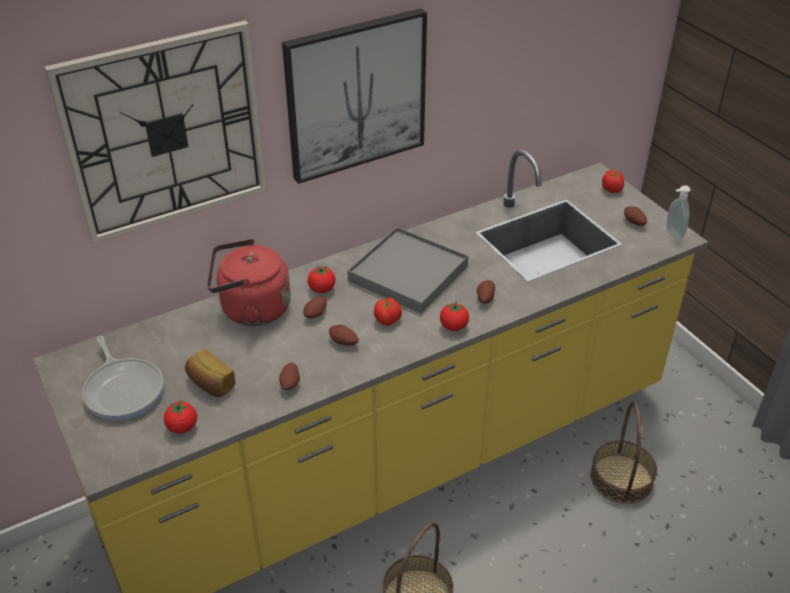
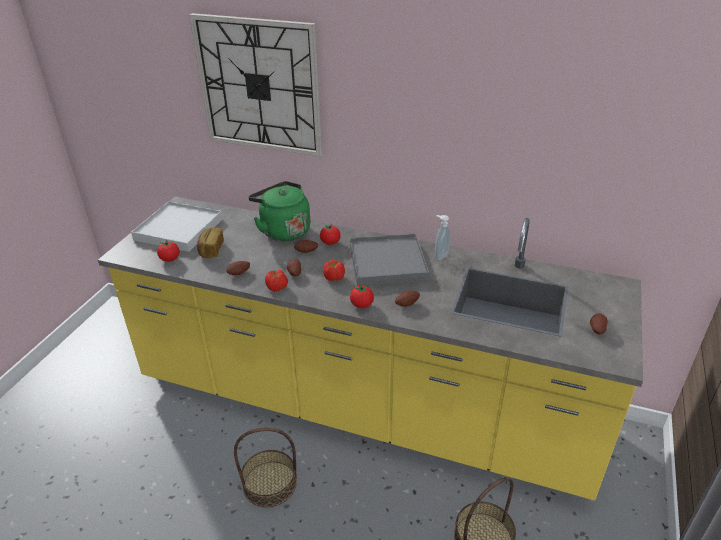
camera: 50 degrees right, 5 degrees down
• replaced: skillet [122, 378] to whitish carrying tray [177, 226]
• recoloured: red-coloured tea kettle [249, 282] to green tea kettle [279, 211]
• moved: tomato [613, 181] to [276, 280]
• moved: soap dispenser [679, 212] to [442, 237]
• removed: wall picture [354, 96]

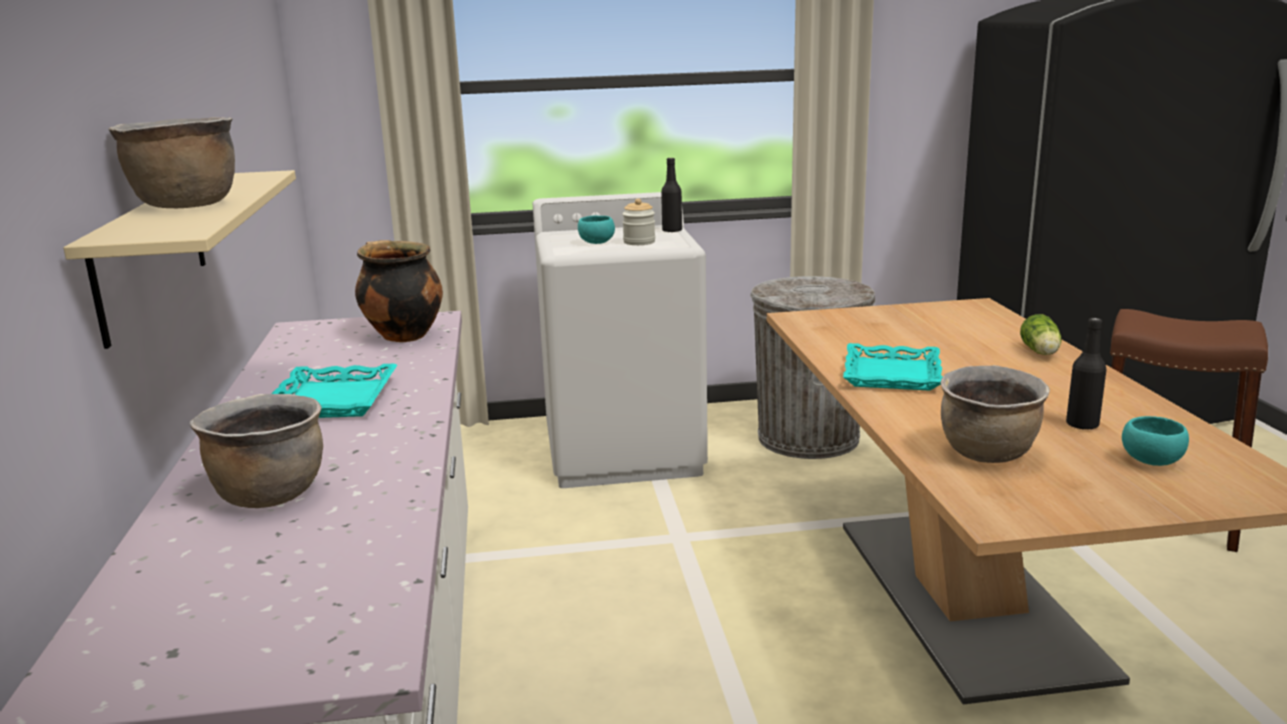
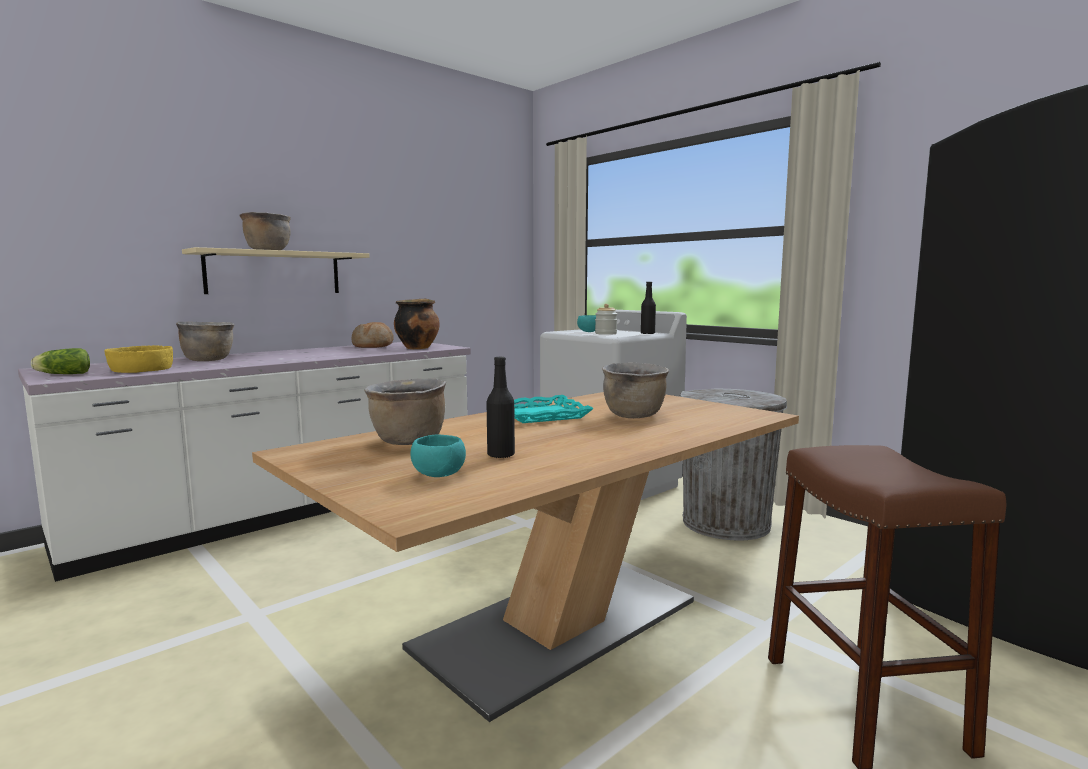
camera: 55 degrees right, 10 degrees down
• moved: head of lettuce [1040, 334] to [60, 361]
• added: yellow-coloured bowl [139, 359]
• added: baked bread [373, 335]
• added: brown-coloured stockpot [635, 390]
• removed: blue-green carrying tray [334, 391]

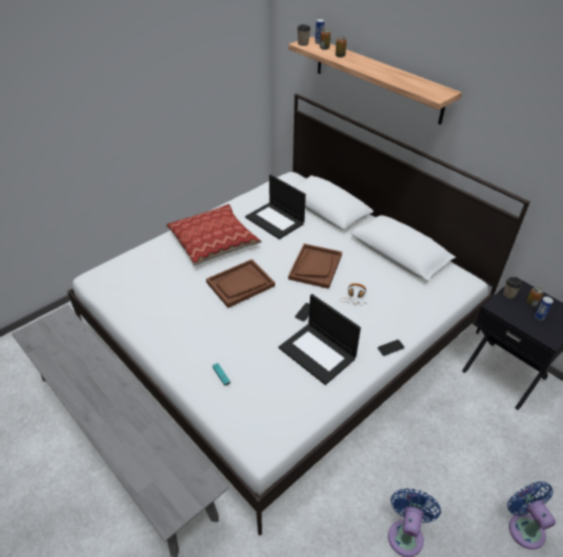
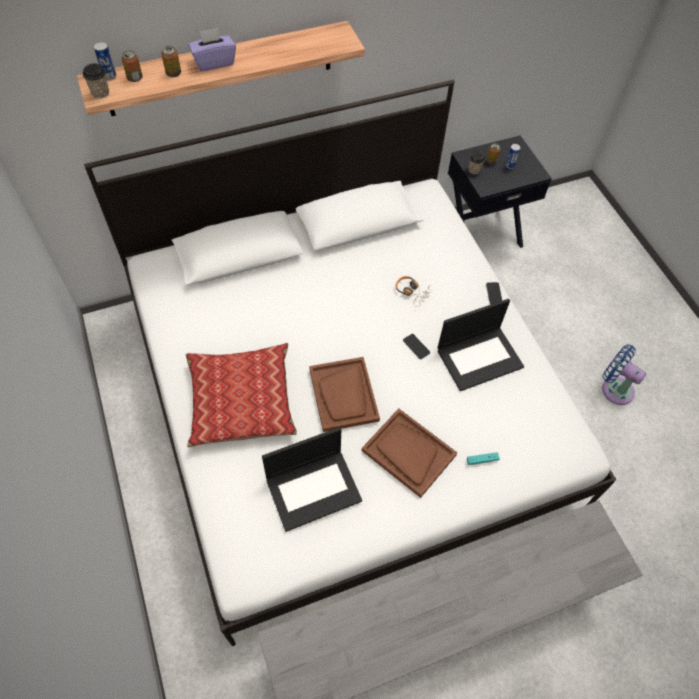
camera: 70 degrees left, 15 degrees up
• added: purplish tissue holder [212, 49]
• moved: portable computer [275, 206] to [312, 479]
• moved: brown-coloured carrying tray [315, 266] to [409, 453]
• removed: blue electric fan [531, 515]

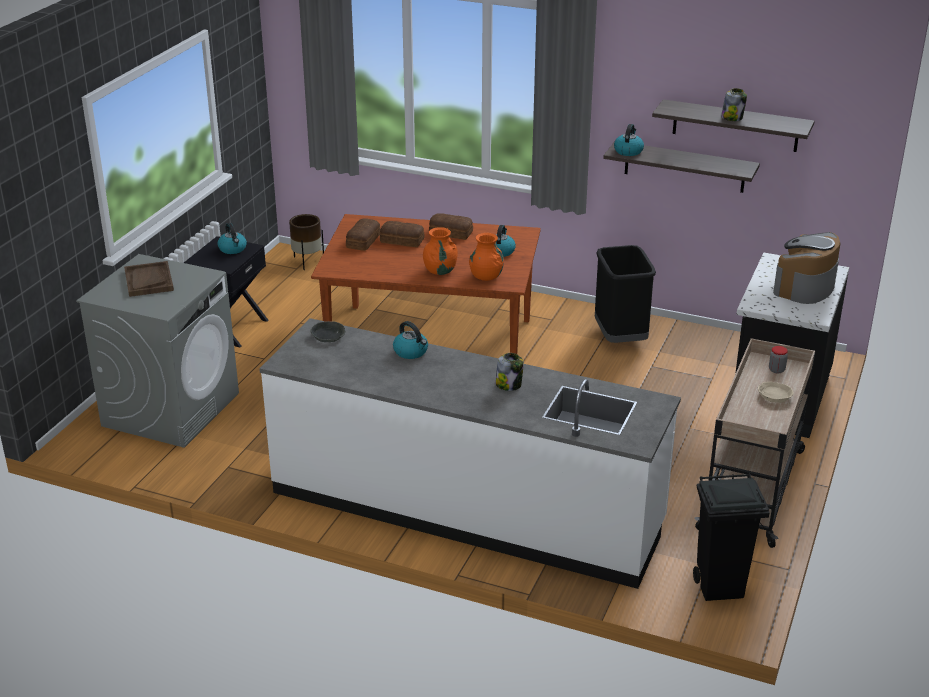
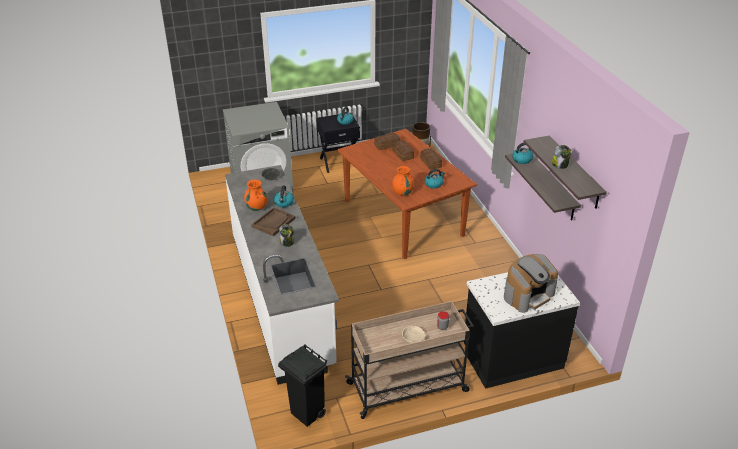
camera: 50 degrees right, 5 degrees up
• moved: orange vase [440, 251] to [256, 195]
• moved: brown-coloured carrying tray [149, 279] to [273, 221]
• turned: coffee machine [806, 268] = [531, 283] 150 degrees clockwise
• removed: black waste bin [625, 294]

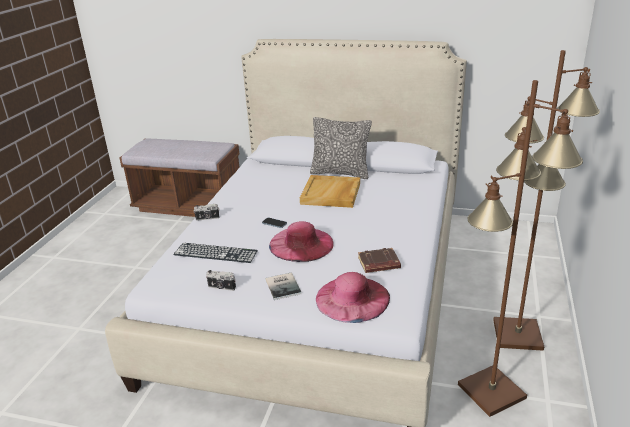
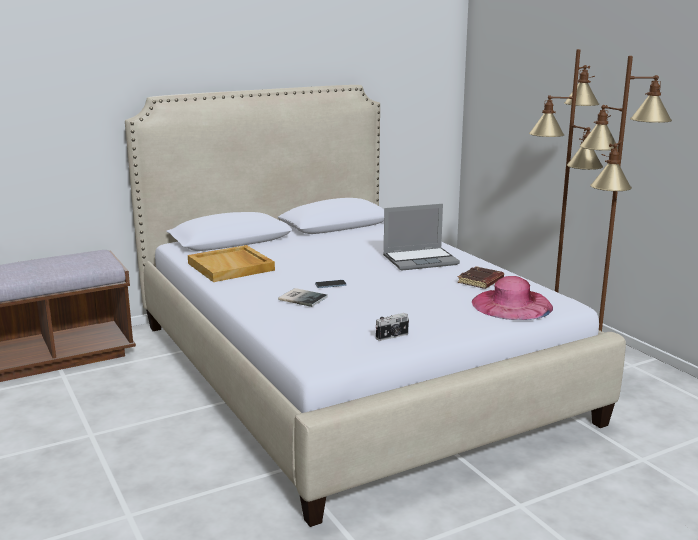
camera: 45 degrees left, 10 degrees down
• moved: sand-coloured carrying tray [330, 191] to [231, 263]
• moved: book [284, 286] to [303, 297]
• added: portable computer [421, 237]
• removed: computer keyboard [215, 253]
• removed: still camera [206, 212]
• removed: pinkish wearable hat [301, 241]
• removed: pillow [341, 148]

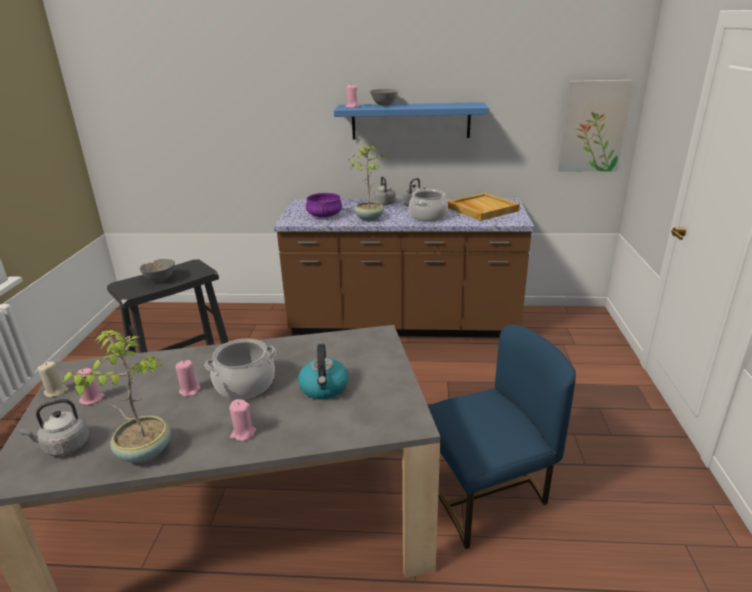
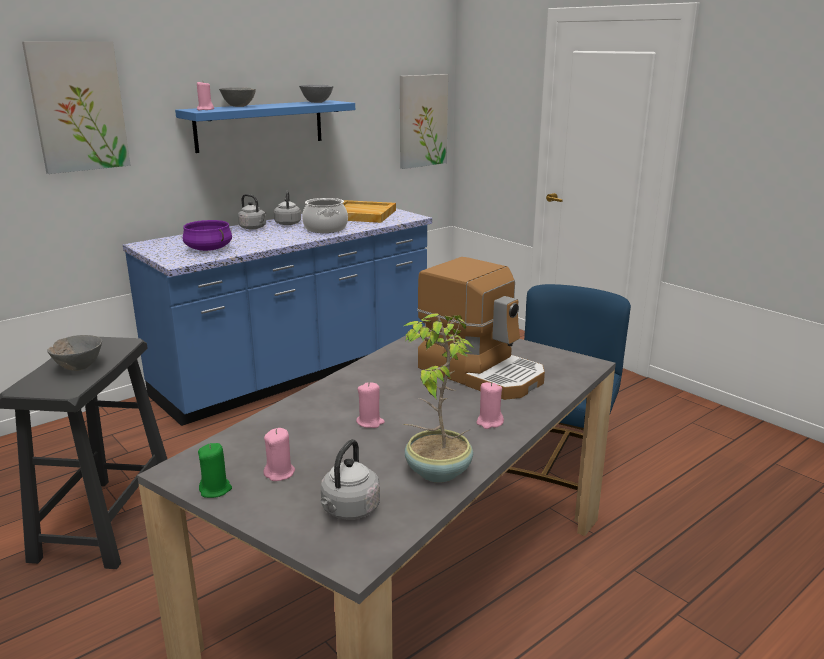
camera: 45 degrees left, 5 degrees down
• added: wall picture [76, 107]
• recoloured: brown-coloured kitchen counter [404, 268] to blue kitchen counter [277, 317]
• recoloured: sand-coloured candle [53, 379] to green candle [215, 470]
• added: gray bowl [316, 94]
• replaced: tea kettle [323, 372] to coffee machine [481, 328]
• removed: stockpot [240, 369]
• removed: plant in a pot [369, 183]

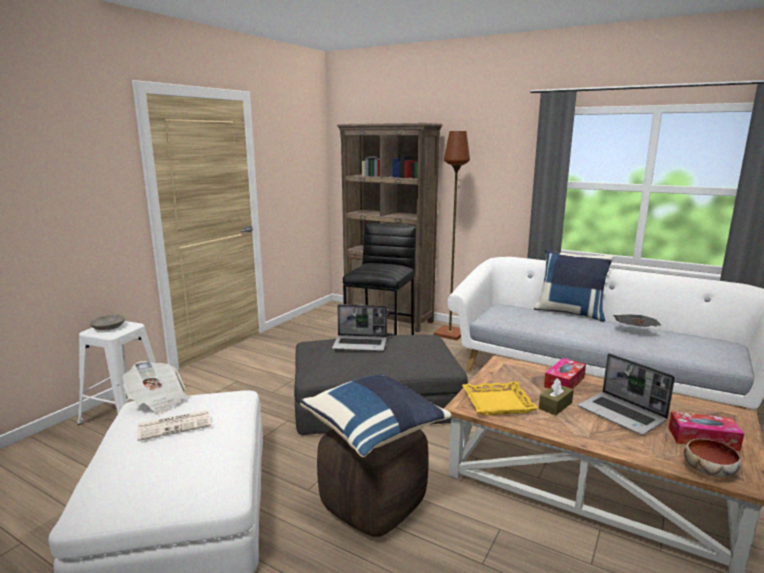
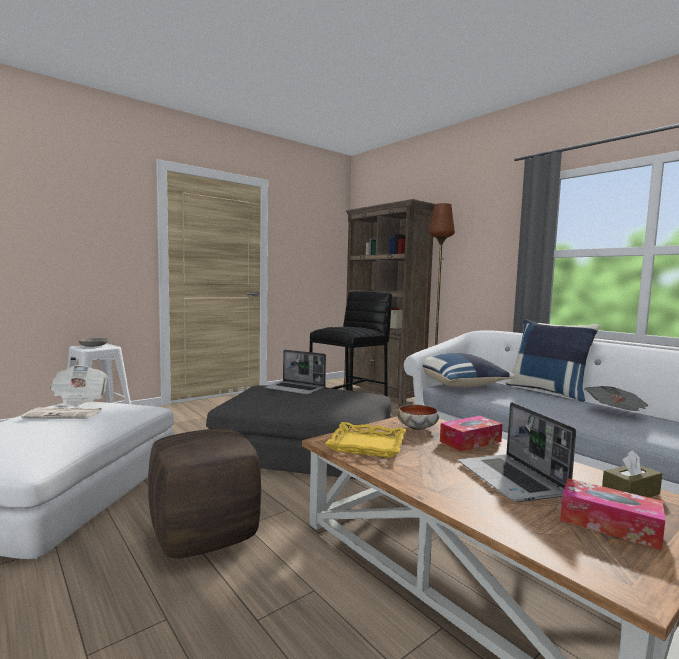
camera: 20 degrees right, 10 degrees down
• moved: bowl [712, 458] to [418, 417]
• moved: blue pillow [376, 415] to [469, 370]
• moved: brown-coloured tissue holder [556, 396] to [632, 474]

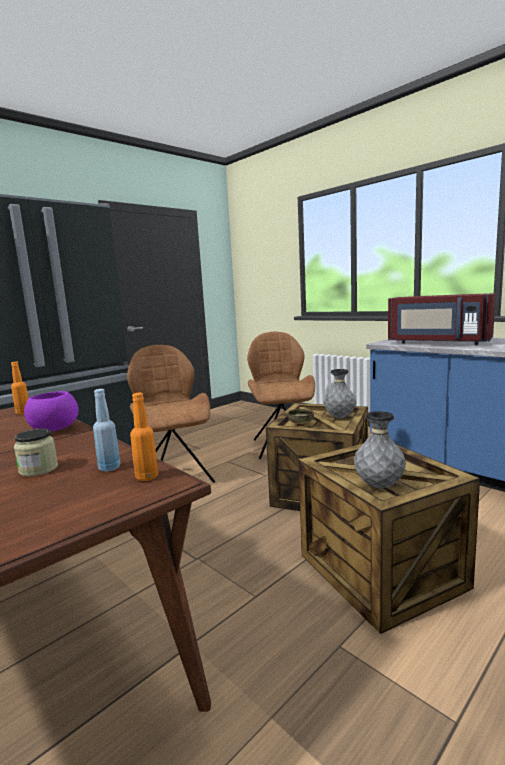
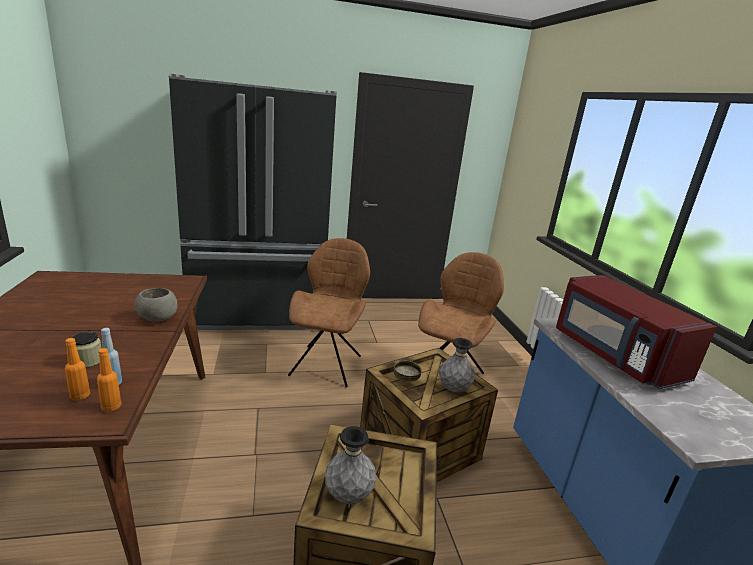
camera: 30 degrees right, 10 degrees up
• moved: orange bottle [20, 388] to [77, 369]
• recoloured: purplish bowl [51, 411] to gray bowl [156, 305]

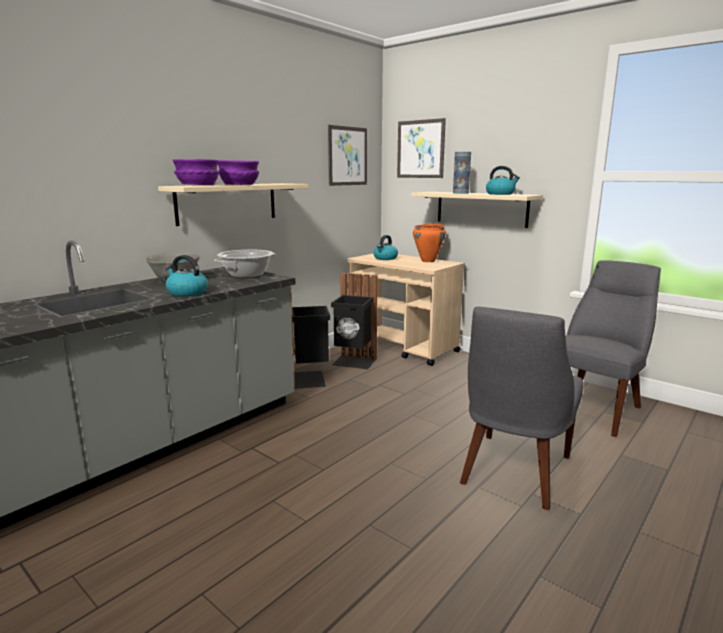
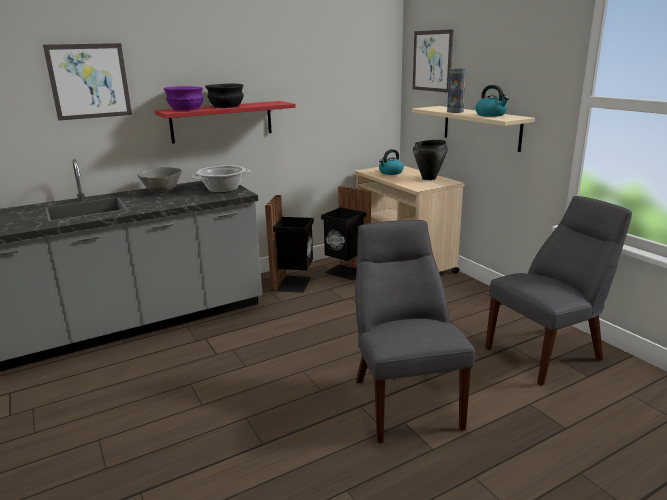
camera: 20 degrees right, 5 degrees up
• moved: wall picture [347, 155] to [87, 82]
• recoloured: sand-coloured bracket shelf [233, 204] to red-coloured bracket shelf [225, 122]
• recoloured: purplish bowl [238, 172] to black bowl [224, 96]
• turned: gray plain chair [521, 408] = [415, 331] 120 degrees clockwise
• recoloured: orange stockpot [429, 242] to black stockpot [430, 160]
• removed: tea kettle [187, 276]

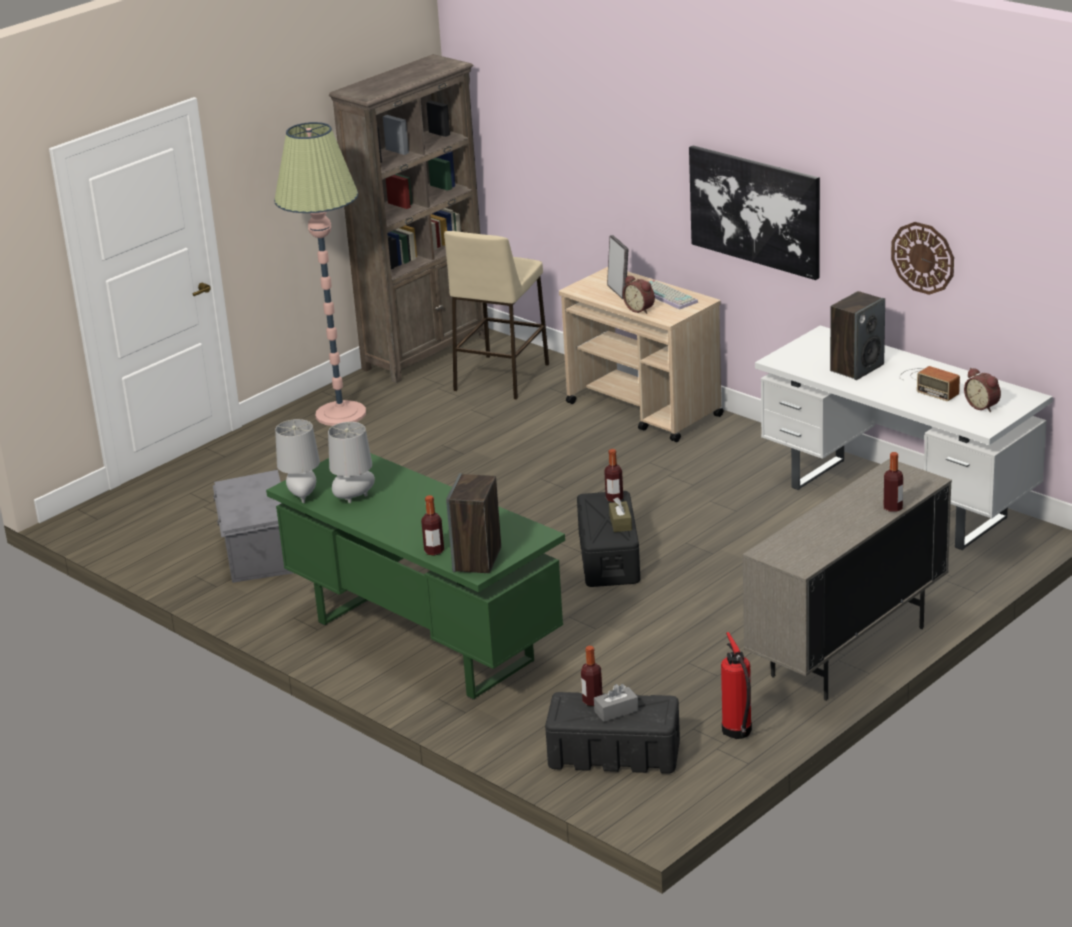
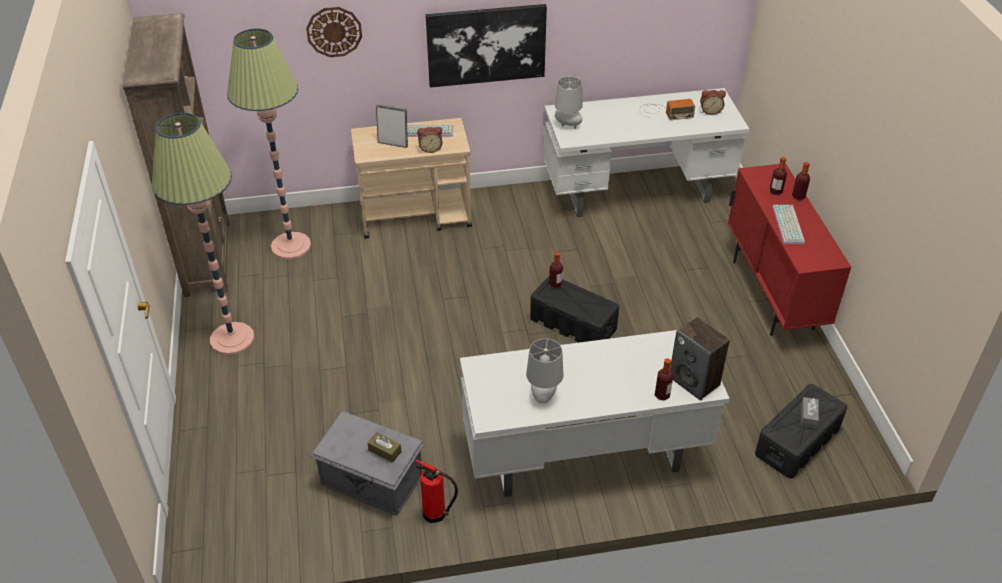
camera: 55 degrees left, 15 degrees up
• replaced: sand-coloured sitting stool [496, 315] to standard lamp [269, 144]
• moved: wall clock [922, 258] to [334, 32]
• moved: brown-coloured tissue holder [620, 514] to [384, 447]
• moved: extinguisher [736, 685] to [436, 491]
• recoloured: green desk unit [415, 576] to whitish desk unit [595, 413]
• moved: gray lamp for a table [297, 461] to [569, 103]
• recoloured: sand-coloured cabinet [847, 579] to red-coloured cabinet [789, 249]
• moved: bottle [592, 676] to [778, 176]
• added: computer keyboard [789, 224]
• removed: audio speaker [857, 335]

